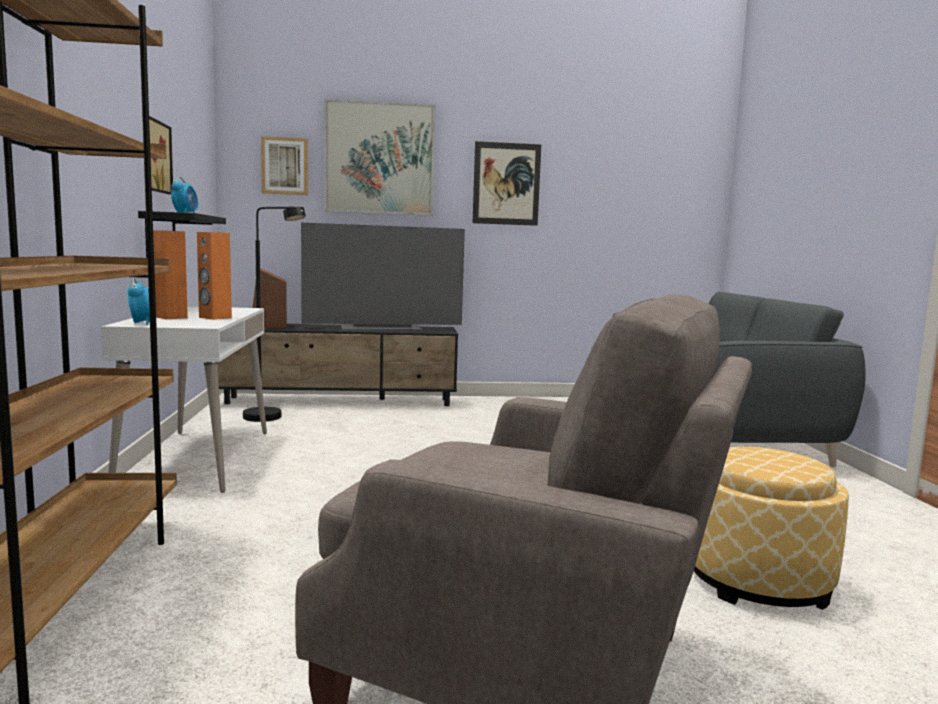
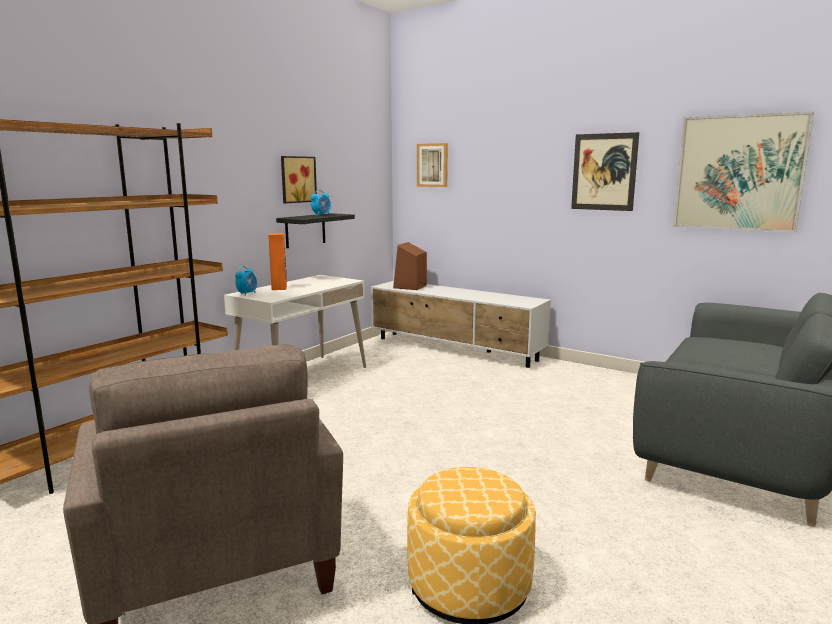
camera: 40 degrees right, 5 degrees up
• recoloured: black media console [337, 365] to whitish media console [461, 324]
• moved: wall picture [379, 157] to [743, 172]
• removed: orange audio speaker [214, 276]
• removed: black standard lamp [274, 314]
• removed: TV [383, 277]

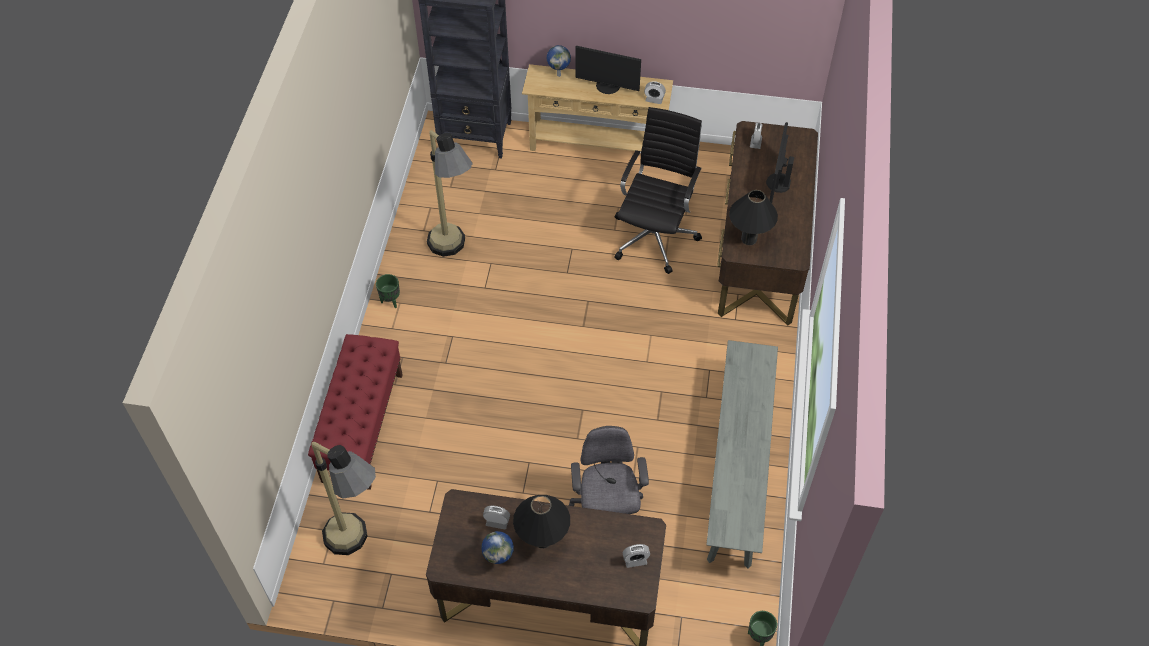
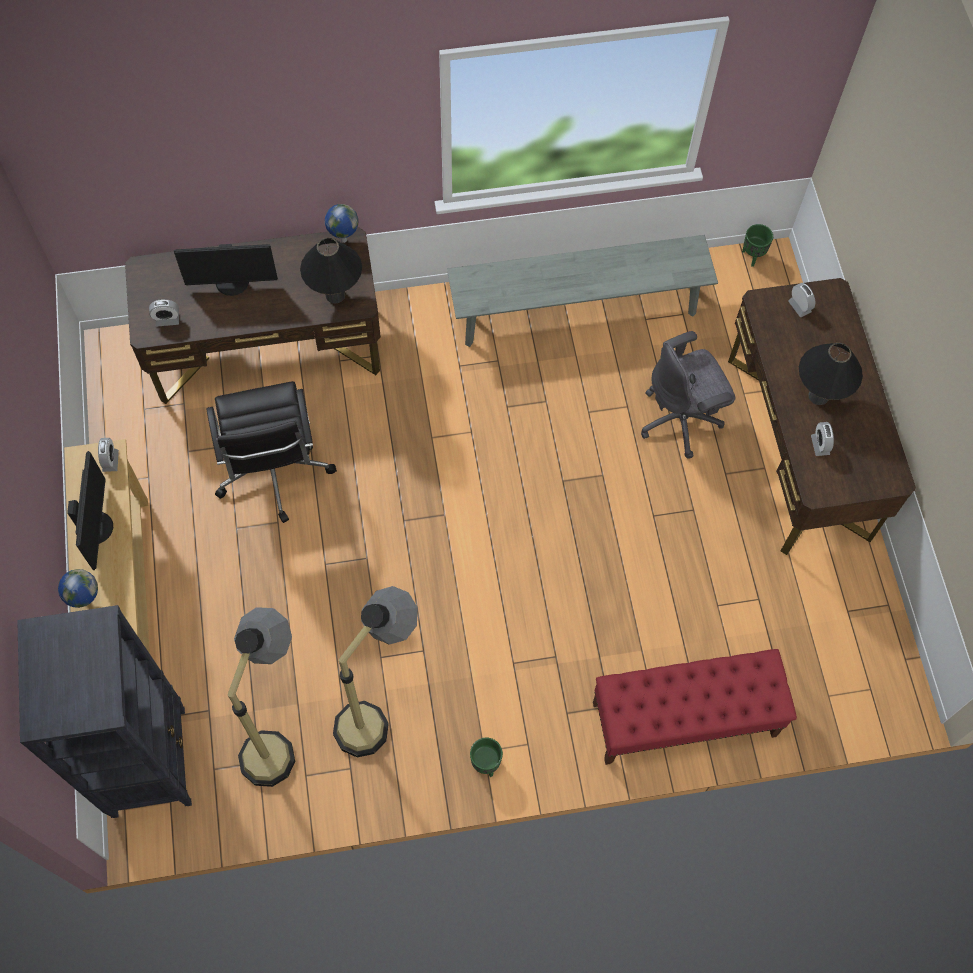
camera: 110 degrees left, 10 degrees up
• turned: black computer chair [658, 190] = [271, 452] 105 degrees counterclockwise
• moved: standard lamp [343, 498] to [261, 697]
• moved: desk globe [497, 547] to [341, 223]

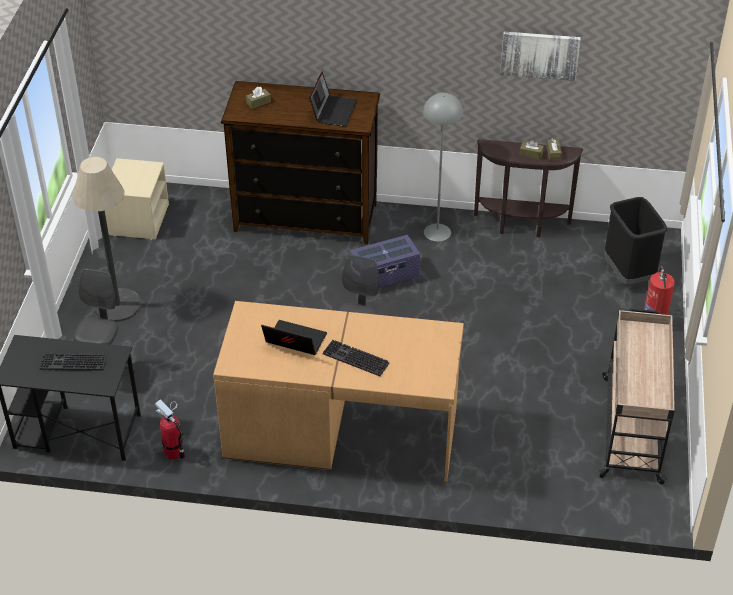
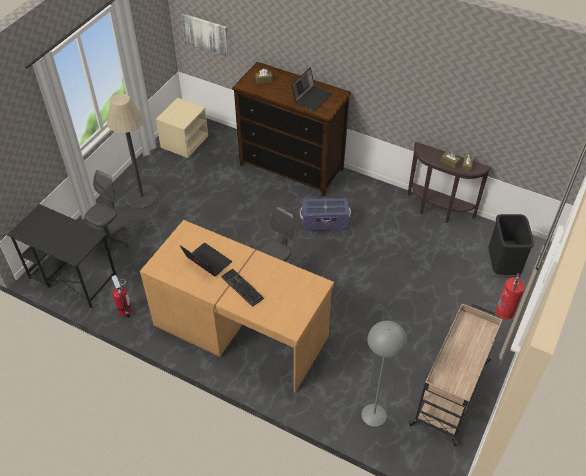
camera: 20 degrees right, 5 degrees up
• moved: wall picture [540, 56] to [205, 35]
• moved: gray standard lamp [443, 167] to [384, 374]
• removed: computer keyboard [73, 362]

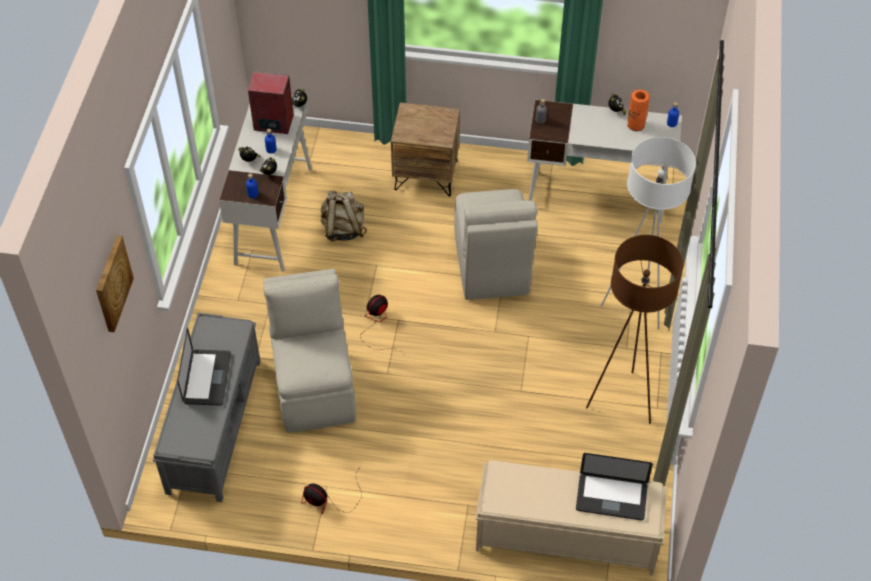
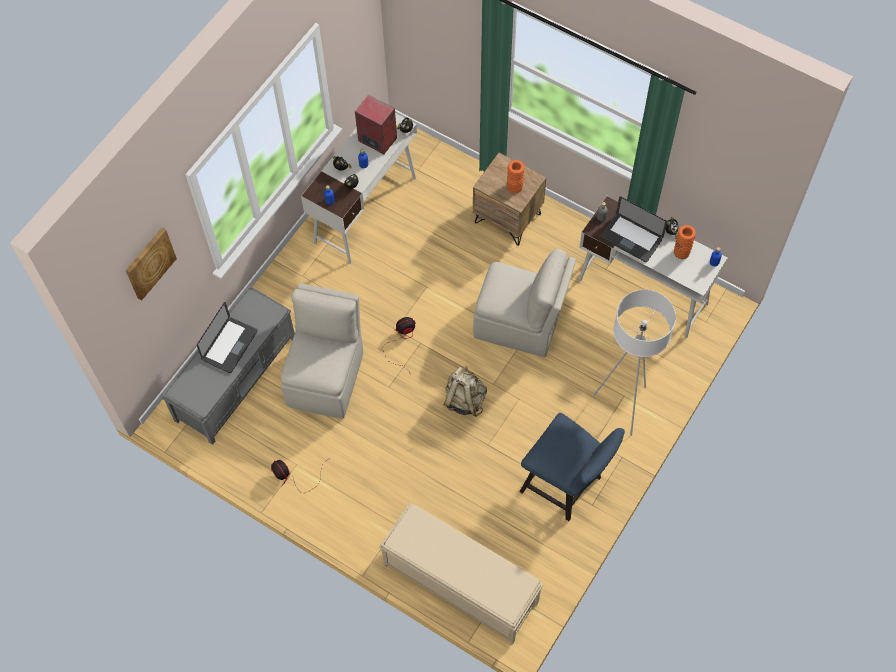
camera: 25 degrees right, 10 degrees up
• moved: sand-coloured rucksack [344, 216] to [465, 391]
• turned: sand-coloured plain chair [496, 244] = [524, 303] 90 degrees counterclockwise
• added: orange vase [516, 176]
• replaced: brown-coloured standard lamp [634, 329] to blue plain chair [572, 467]
• moved: portable computer [614, 486] to [634, 229]

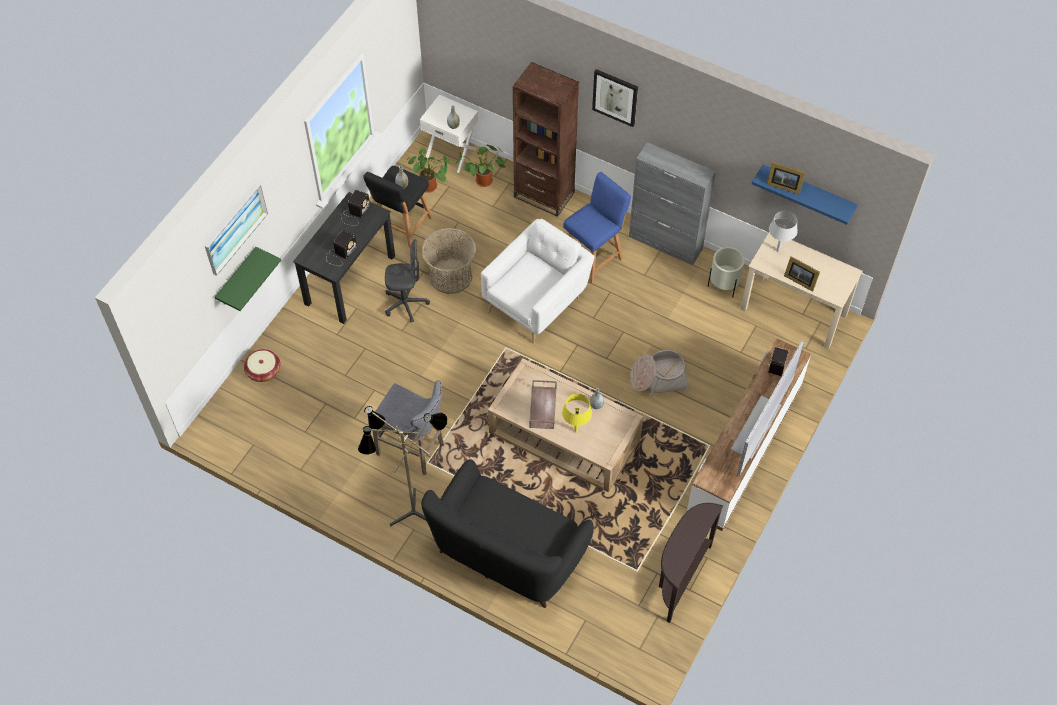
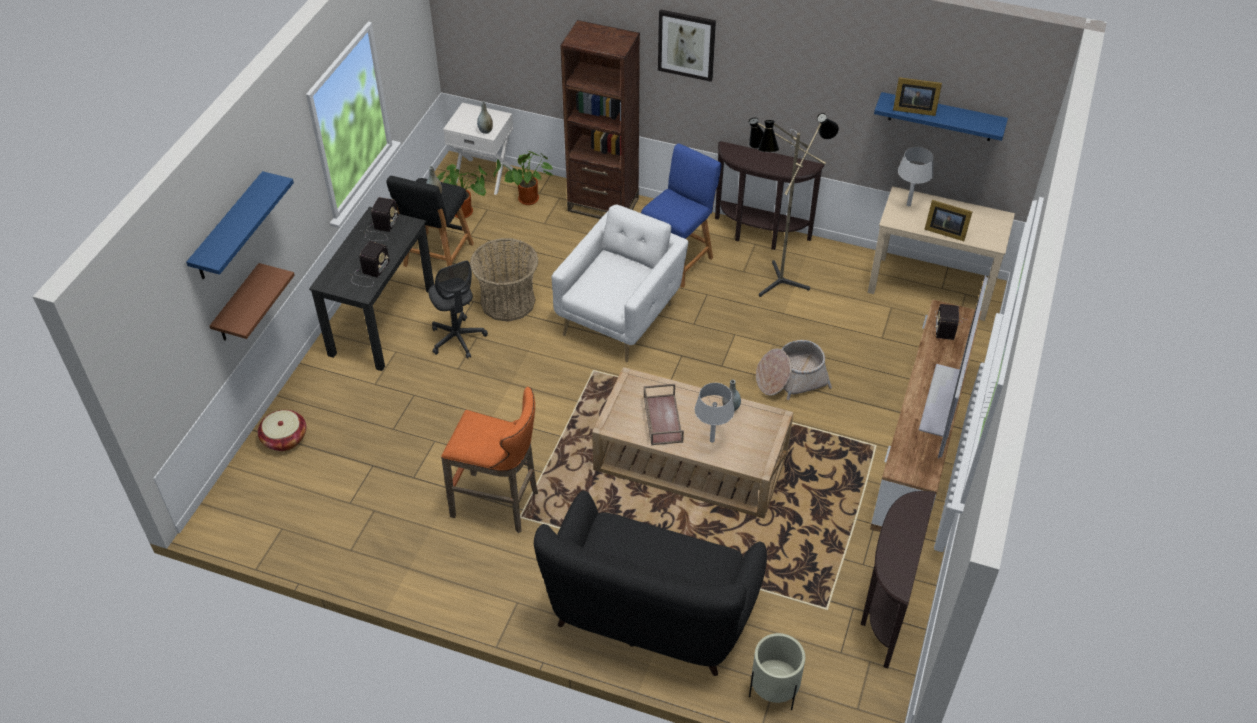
camera: 10 degrees left, 10 degrees down
• replaced: wall picture [236, 230] to blue bracket shelf [240, 225]
• recoloured: green bracket shelf [248, 279] to brown-coloured bracket shelf [252, 302]
• turned: gray computer chair [407, 281] = [458, 309] 75 degrees clockwise
• recoloured: gray sitting stool [408, 427] to orange sitting stool [489, 460]
• recoloured: yellow-coloured lamp for a table [577, 412] to gray lamp for a table [715, 413]
• replaced: gray cabinet [672, 203] to brown-coloured narrow table [769, 195]
• moved: standard lamp [403, 466] to [794, 205]
• moved: sand-coloured plant pot [726, 272] to [777, 672]

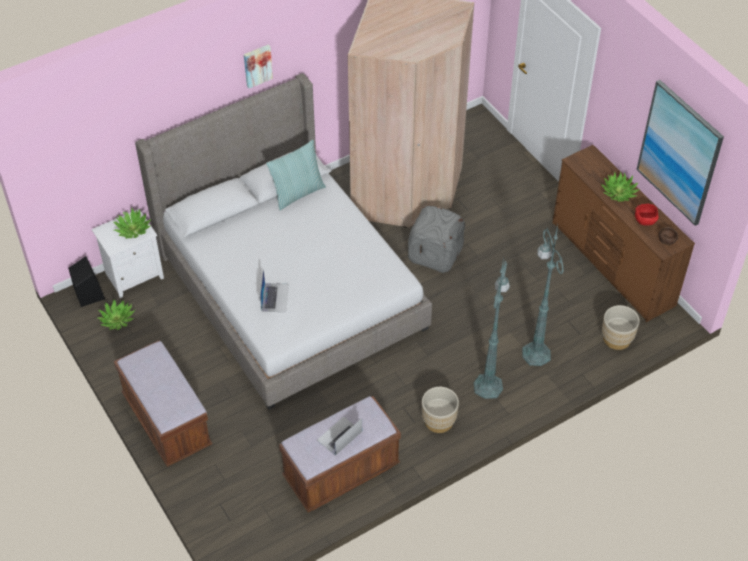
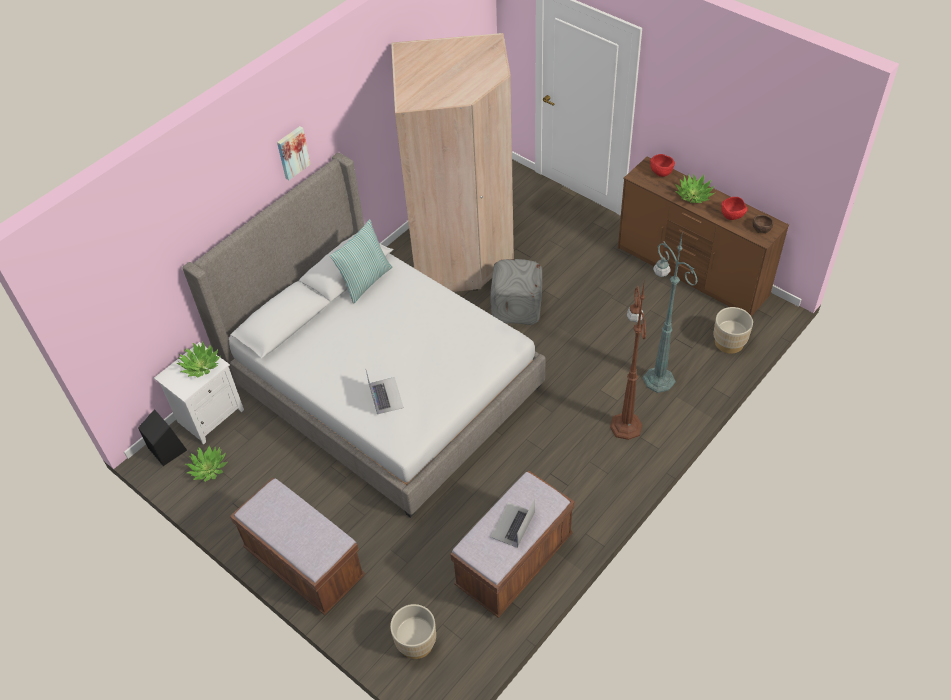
camera: 15 degrees left, 0 degrees up
• moved: sand-coloured plant pot [440, 410] to [413, 631]
• recoloured: green standard lamp [492, 328] to brown-coloured standard lamp [628, 359]
• added: red-coloured bowl [662, 165]
• removed: wall picture [680, 153]

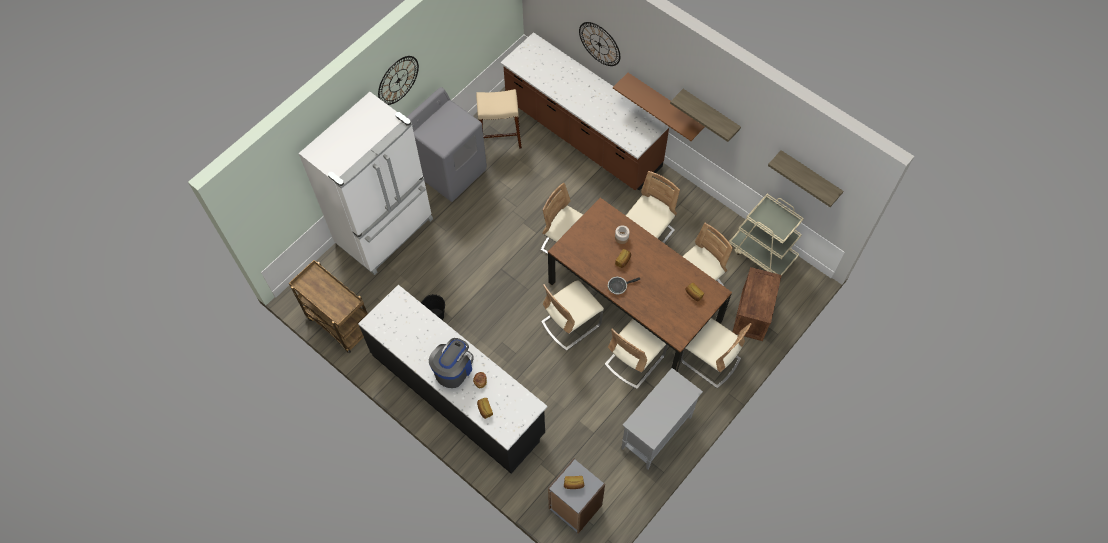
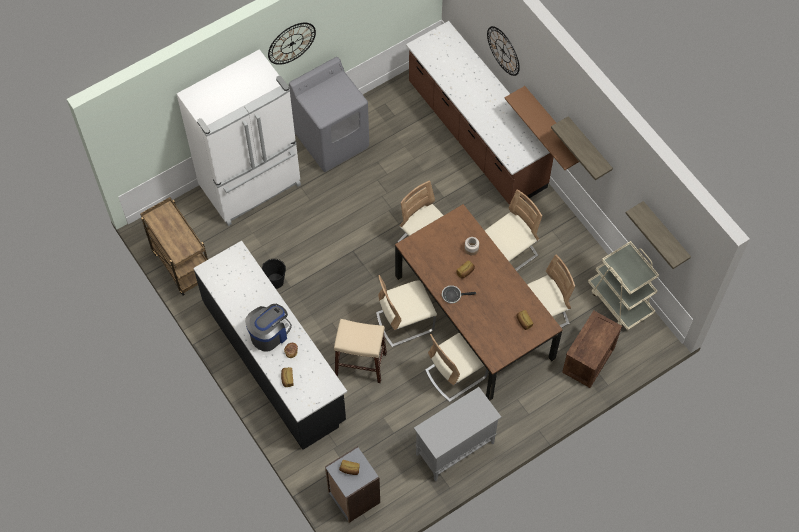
camera: 15 degrees right, 0 degrees up
• moved: sand-coloured sitting stool [499, 119] to [360, 351]
• removed: sand-coloured plain chair [716, 353]

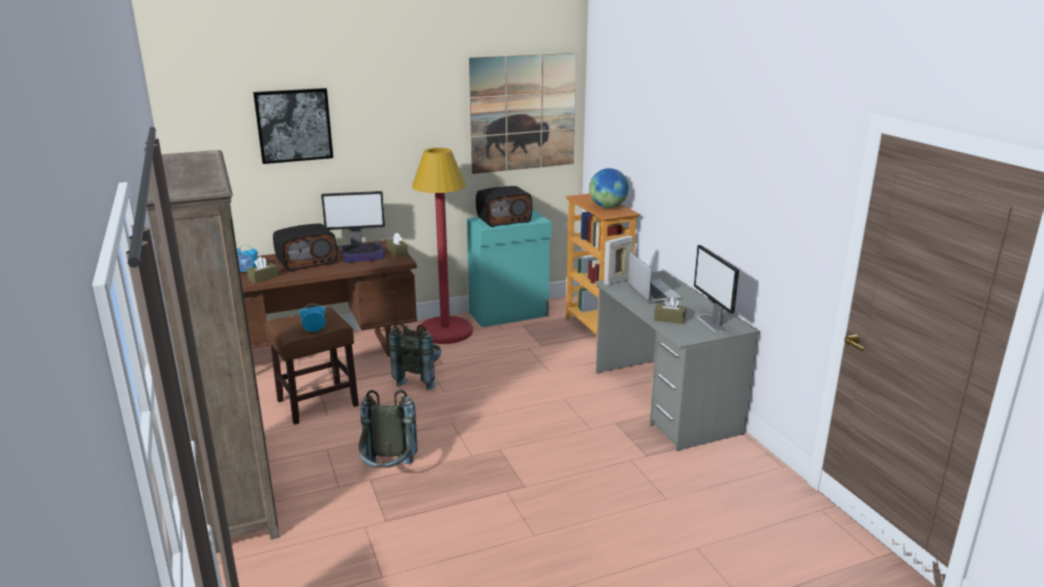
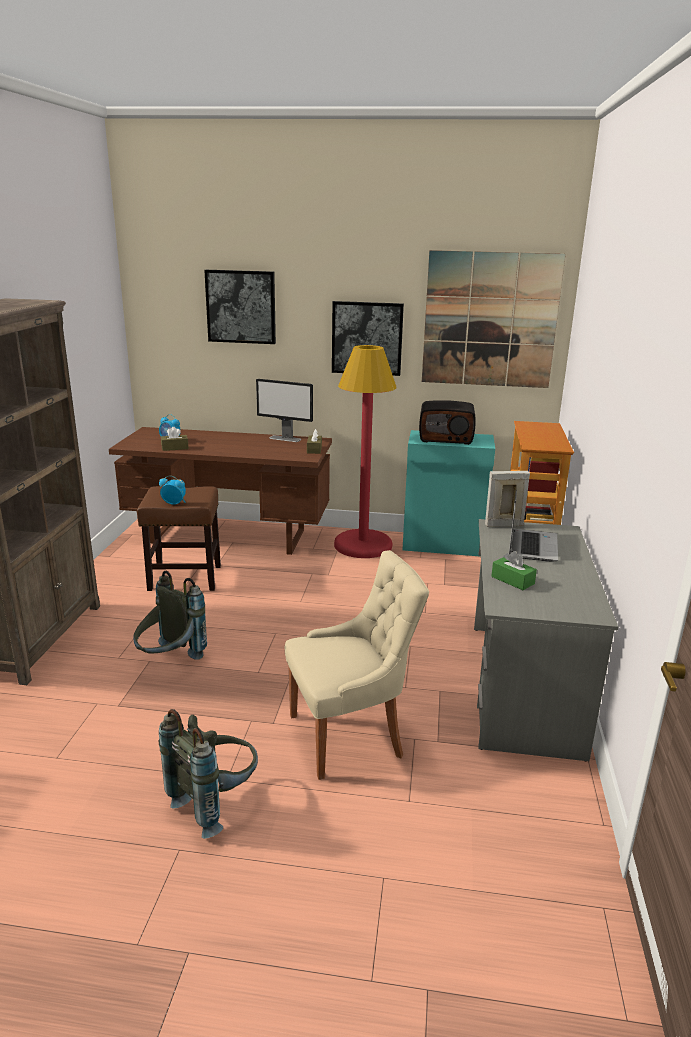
camera: 30 degrees right, 0 degrees up
• moved: gray rucksack [415, 356] to [208, 774]
• added: sand-coloured plain chair [357, 665]
• added: wall picture [368, 338]
• recoloured: brown-coloured tissue holder [670, 310] to green tissue holder [514, 570]
• removed: radio receiver [305, 247]
• removed: book [363, 252]
• removed: desk globe [609, 188]
• removed: computer display [716, 288]

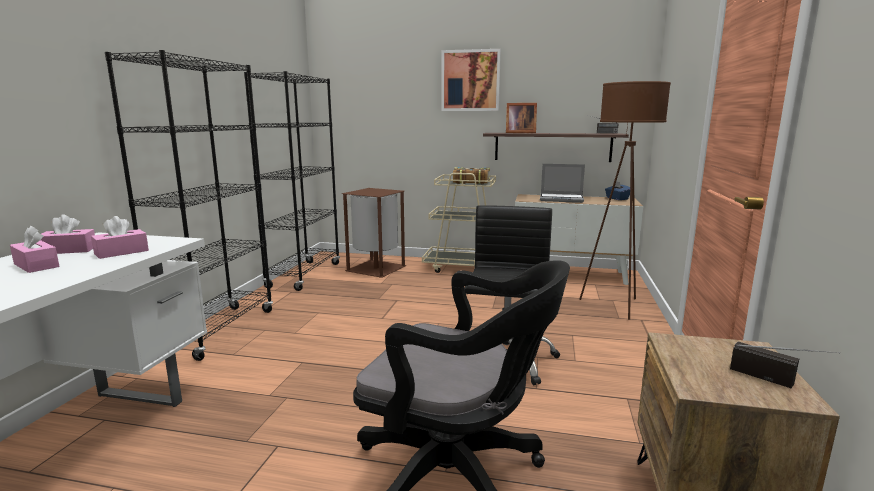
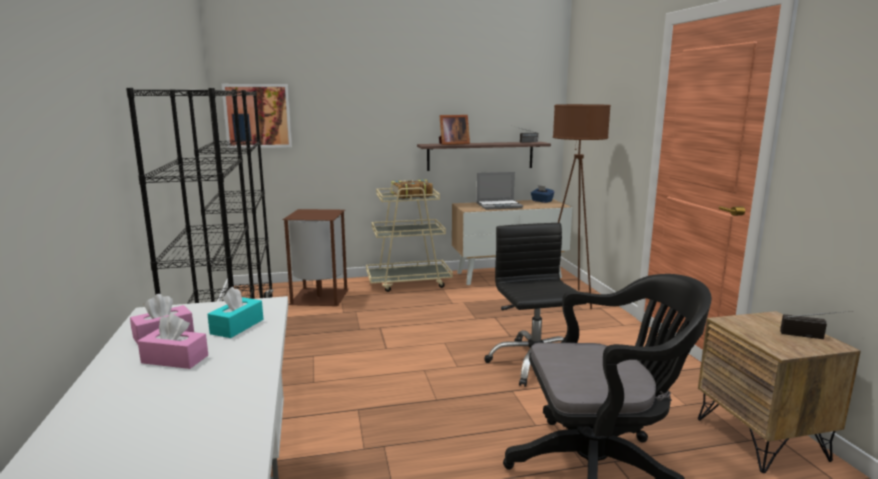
camera: 25 degrees left, 0 degrees up
• recoloured: pinkish tissue holder [120, 237] to blue-green tissue holder [235, 312]
• moved: wall picture [471, 80] to [257, 116]

